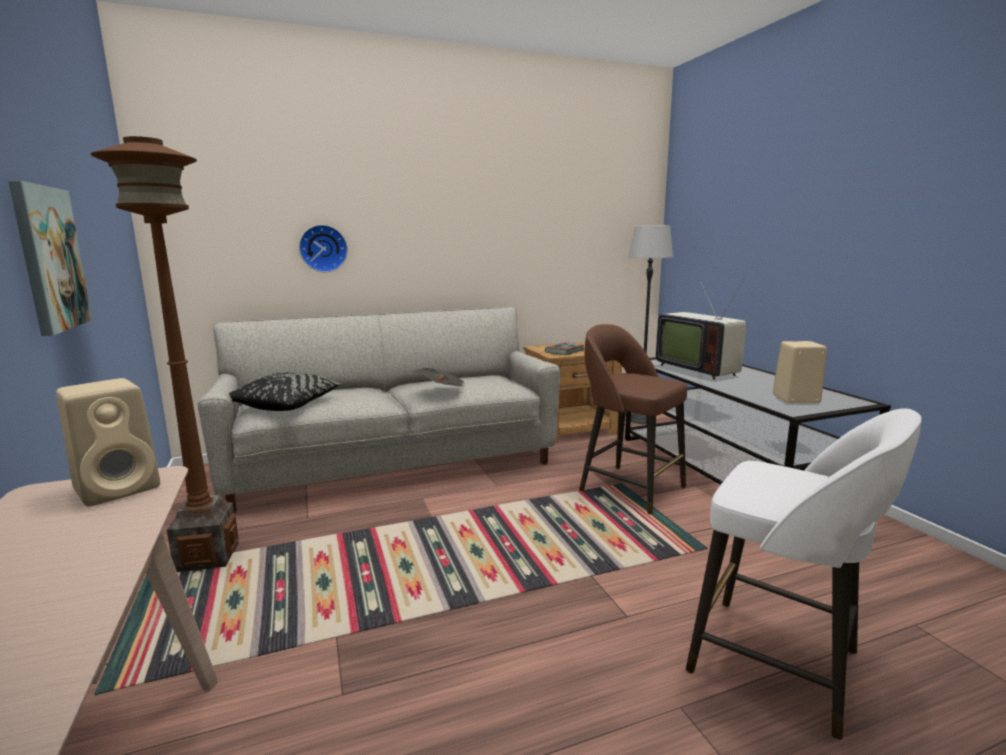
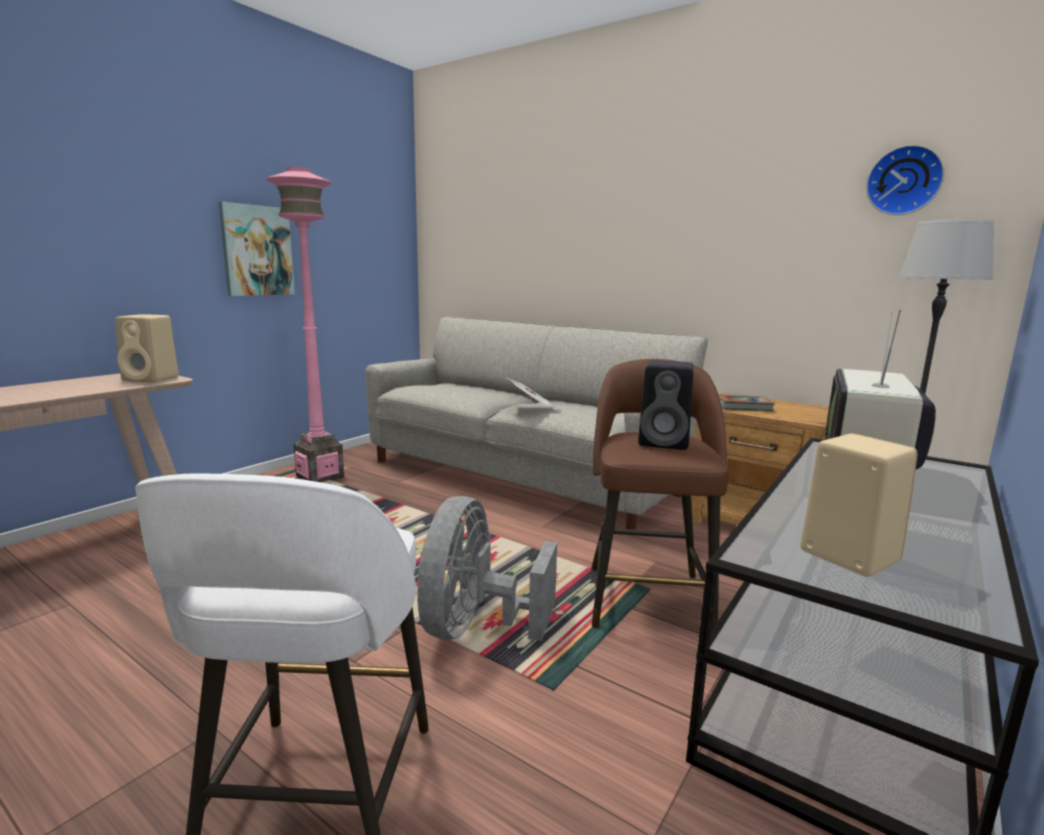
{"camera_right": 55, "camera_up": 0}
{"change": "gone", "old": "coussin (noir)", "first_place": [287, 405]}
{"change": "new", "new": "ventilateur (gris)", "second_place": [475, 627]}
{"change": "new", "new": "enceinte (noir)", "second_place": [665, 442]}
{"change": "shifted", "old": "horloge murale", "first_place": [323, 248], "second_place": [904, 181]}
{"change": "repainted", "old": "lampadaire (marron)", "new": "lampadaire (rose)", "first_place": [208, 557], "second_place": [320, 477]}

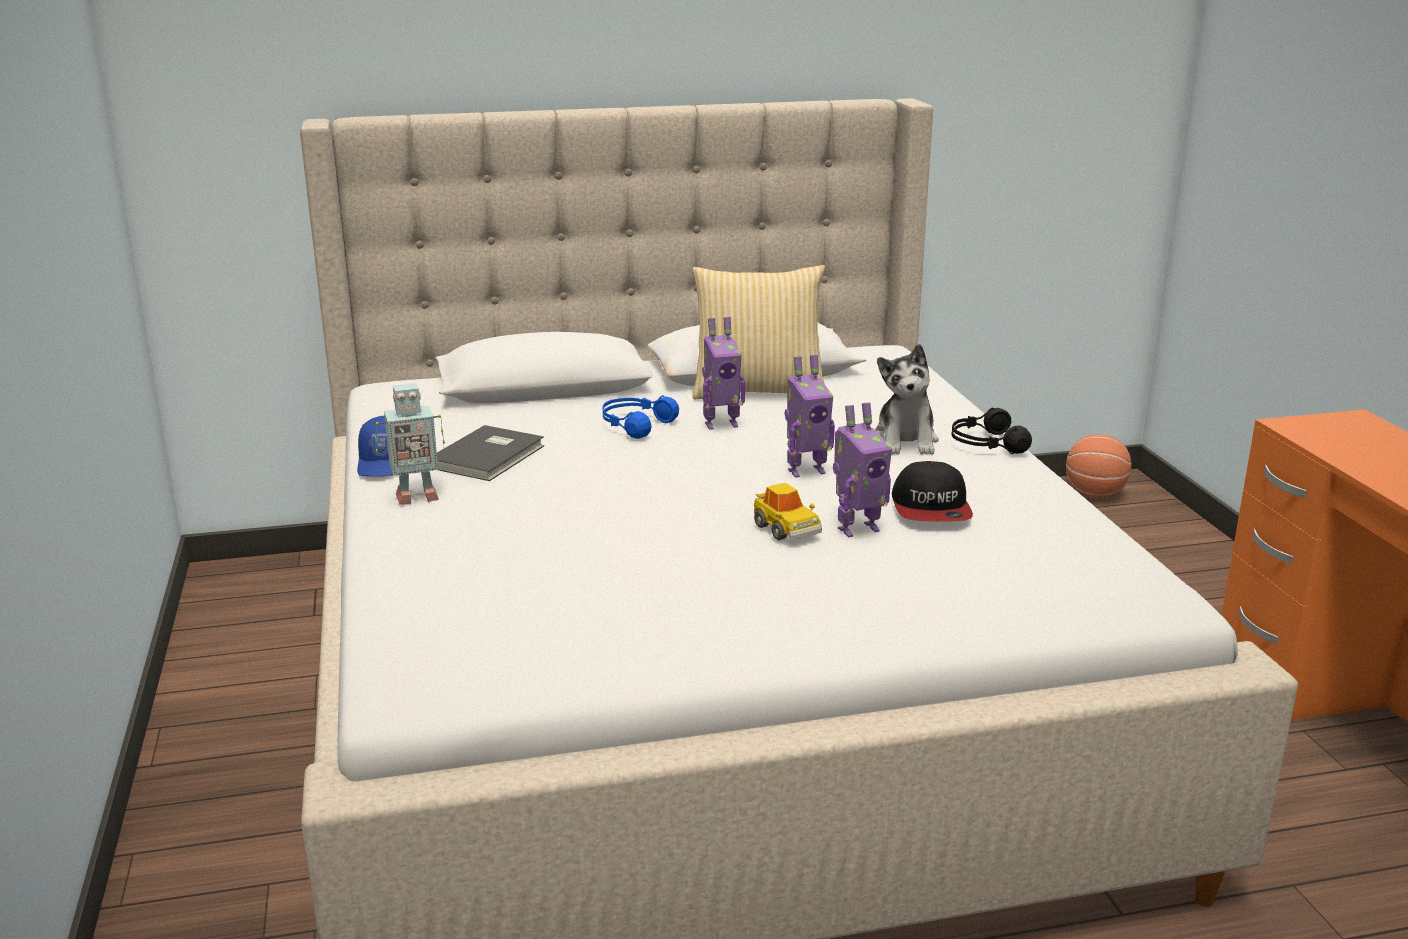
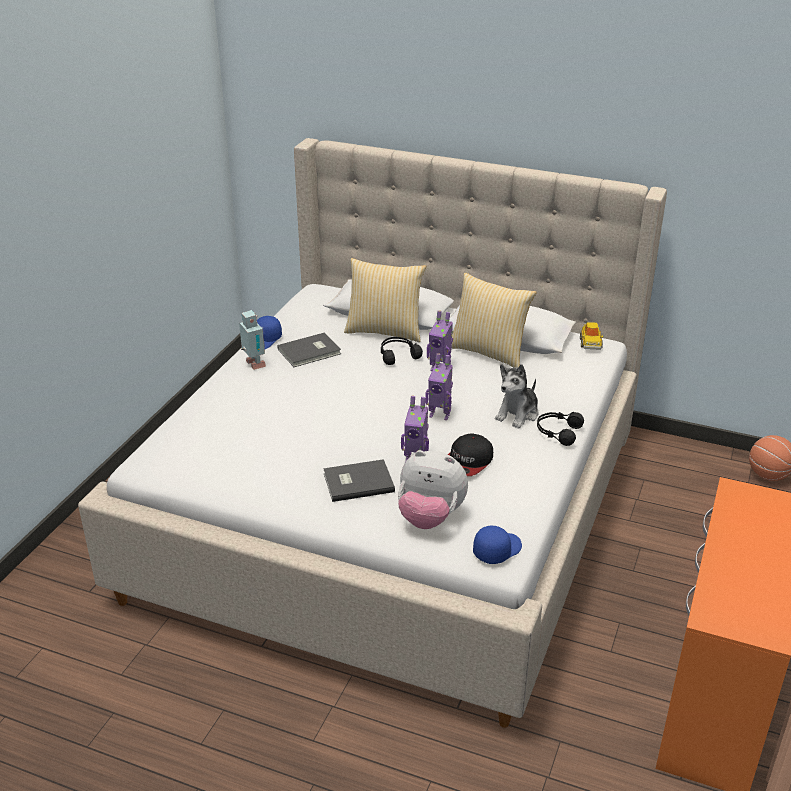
{"camera_right": 35, "camera_up": 10}
{"change": "new", "new": "livre (gris)", "second_place": [357, 482]}
{"change": "new", "new": "coussin", "second_place": [385, 331]}
{"change": "new", "new": "peluche", "second_place": [430, 517]}
{"change": "new", "new": "casquette (bleu)", "second_place": [496, 550]}
{"change": "shifted", "old": "petite voiture", "first_place": [786, 529], "second_place": [590, 343]}
{"change": "repainted", "old": "casque audio (bleu)", "new": "casque audio (noir)", "first_place": [635, 425], "second_place": [398, 355]}
{"change": "rotated", "old": "robot jouet", "first_place": [415, 496], "second_place": [254, 365], "degrees": -135}

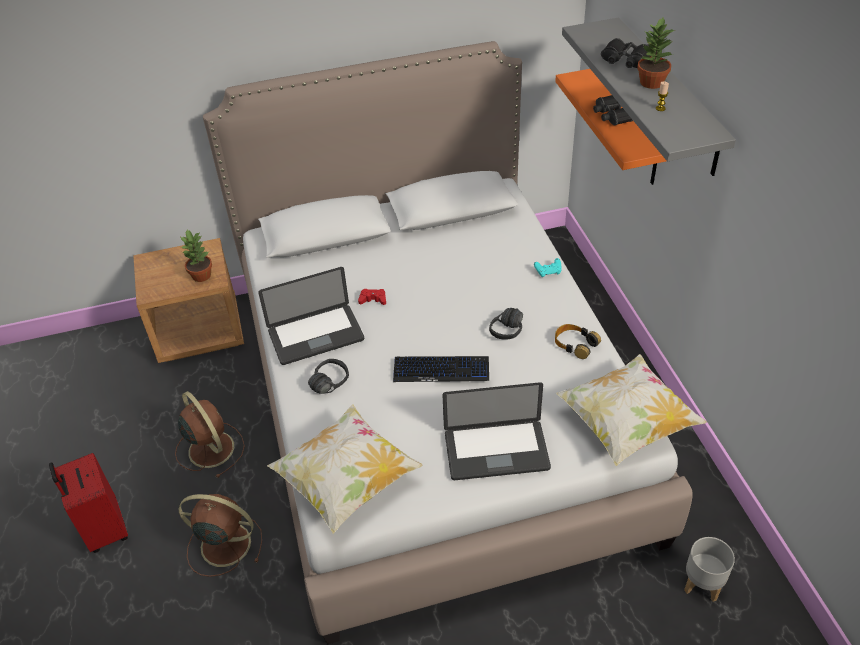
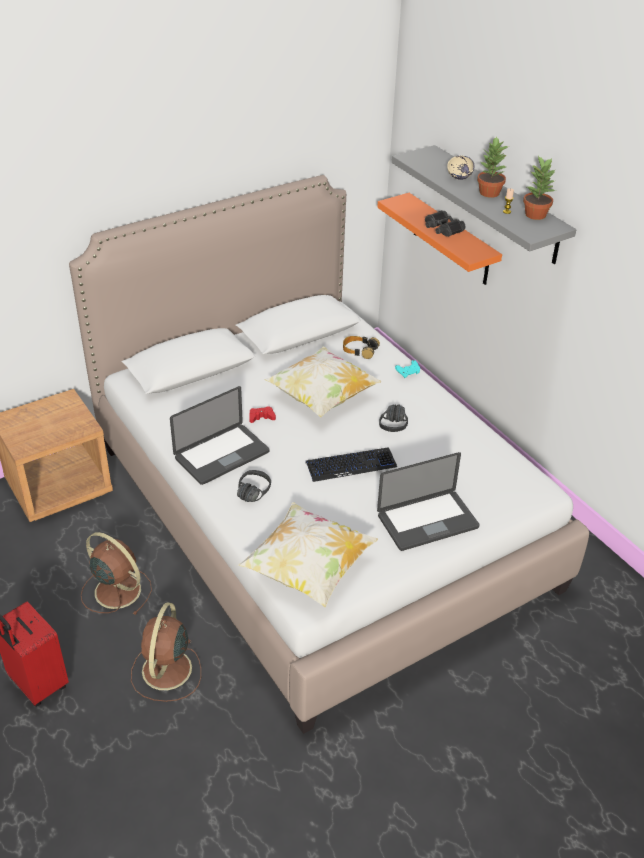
{"camera_right": -20, "camera_up": -5}
{"change": "gone", "old": "cache-pot (gris)", "first_place": [703, 584]}
{"change": "shifted", "old": "plante en pot", "first_place": [202, 275], "second_place": [535, 214]}
{"change": "shifted", "old": "casque audio", "first_place": [575, 344], "second_place": [359, 350]}
{"change": "shifted", "old": "coussin", "first_place": [626, 424], "second_place": [322, 397]}
{"change": "swapped", "old": "jumelles (noir)", "new": "bol (beige)", "first_place": [625, 60], "second_place": [459, 178]}
{"change": "rotated", "old": "ventilateur (marron)", "first_place": [223, 544], "second_place": [166, 671], "degrees": -75}

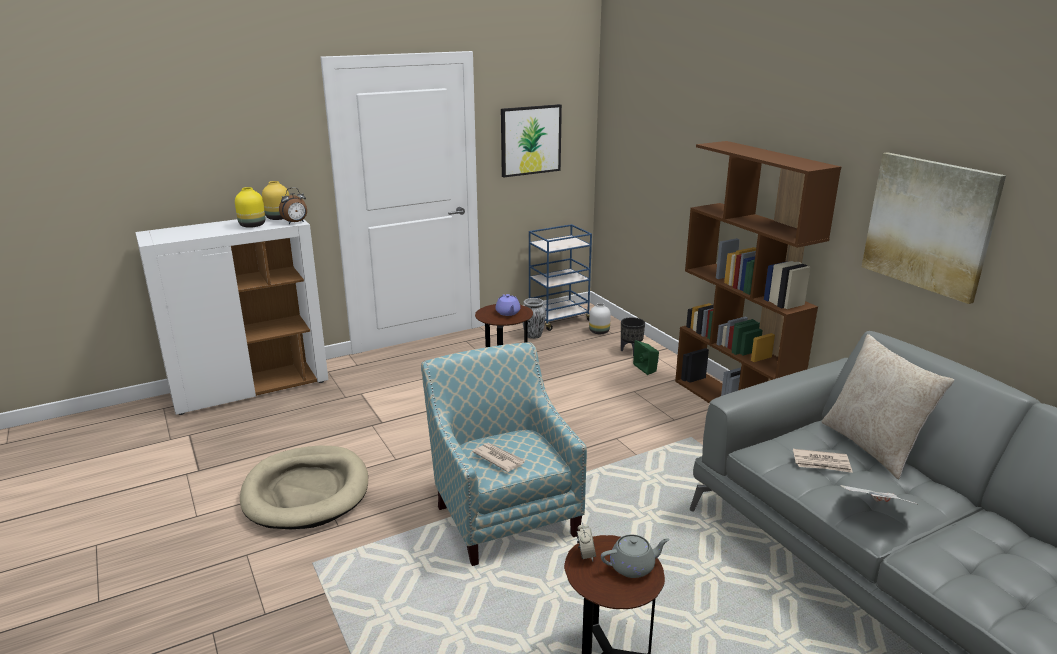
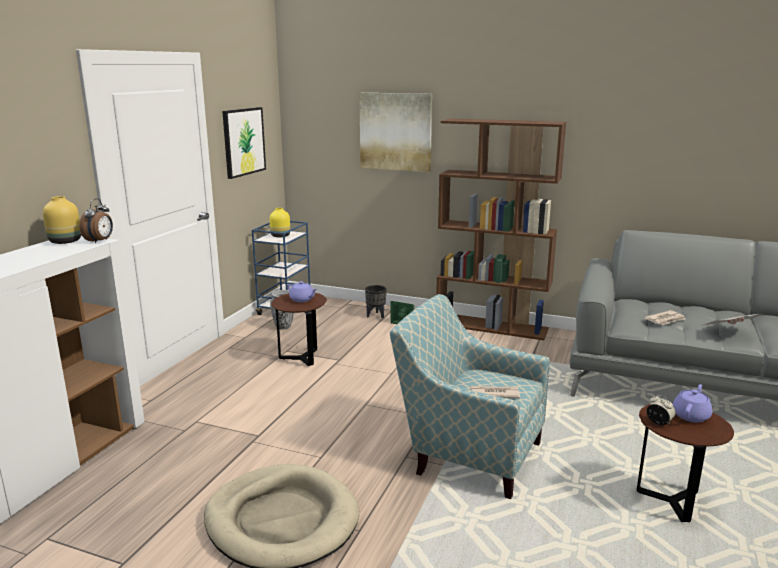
{"camera_right": -40, "camera_up": -5}
{"change": "gone", "old": "vase (blanc)", "first_place": [598, 332]}
{"change": "gone", "old": "coussin (beige)", "first_place": [872, 446]}
{"change": "shifted", "old": "vase (jaune)", "first_place": [251, 225], "second_place": [280, 236]}
{"change": "shifted", "old": "tableau", "first_place": [929, 225], "second_place": [395, 131]}
{"change": "repainted", "old": "théière (gris)", "new": "théière (violet)", "first_place": [633, 567], "second_place": [691, 415]}

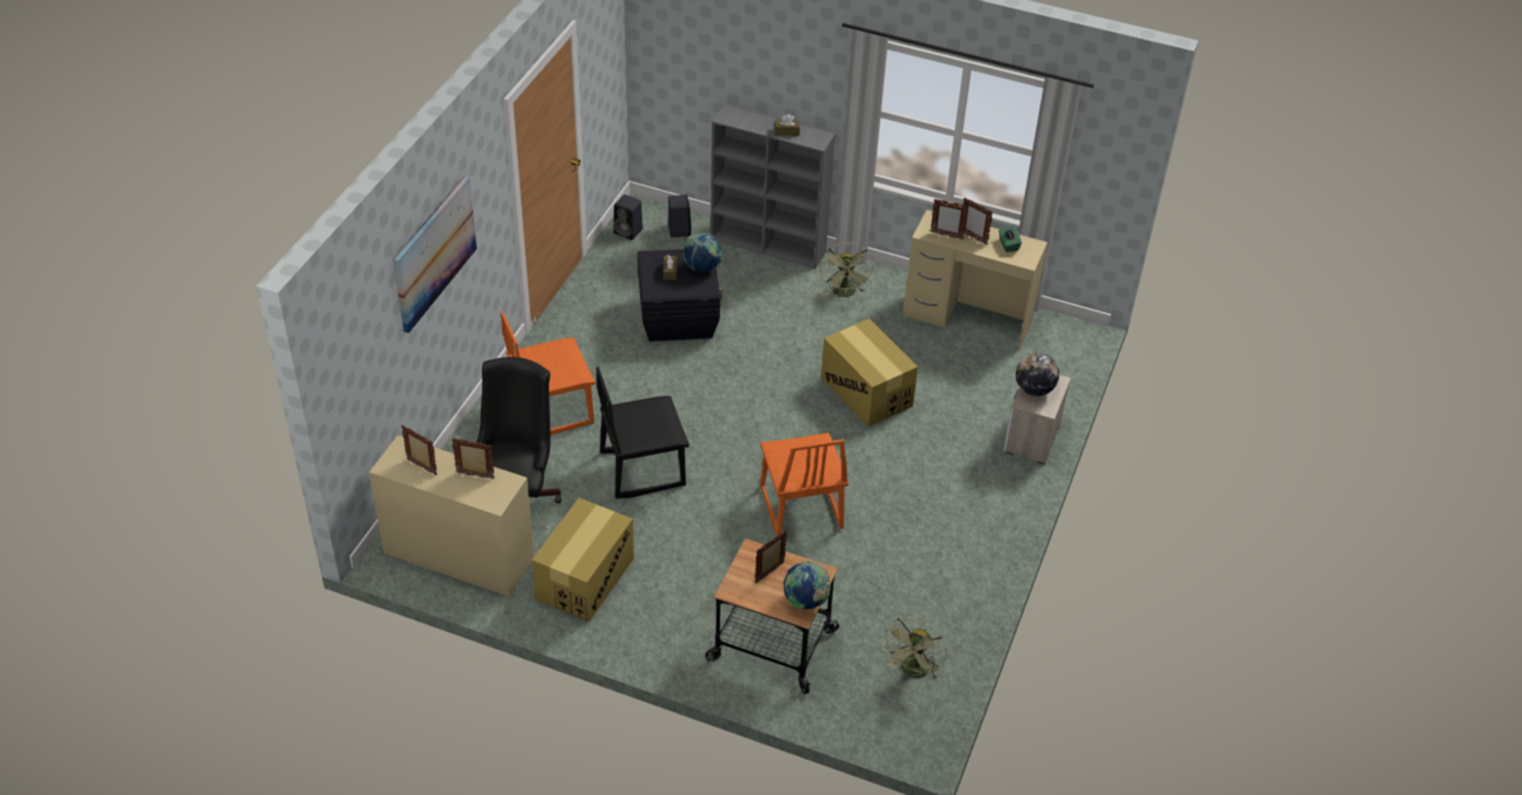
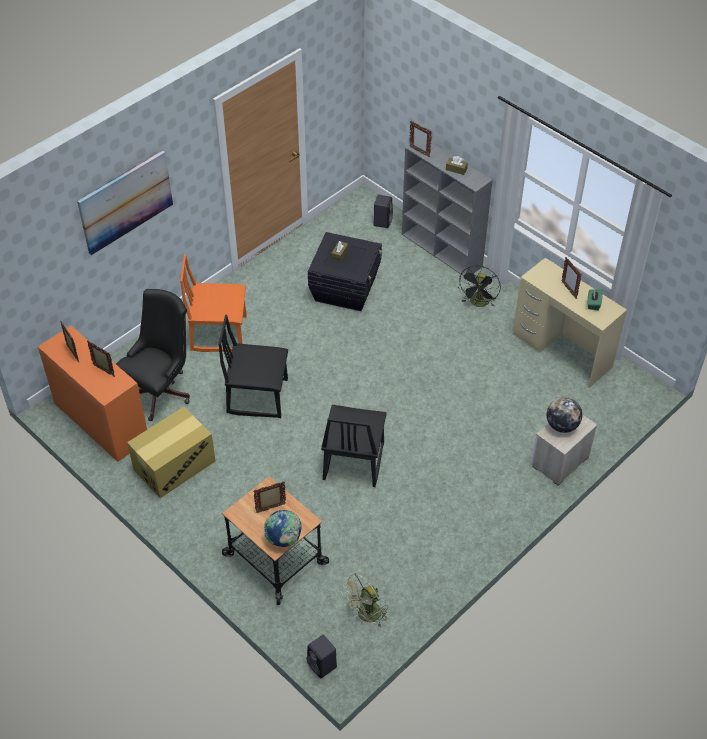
{"camera_right": 25, "camera_up": 5}
{"change": "gone", "old": "globe", "first_place": [702, 268]}
{"change": "gone", "old": "carton", "first_place": [866, 392]}
{"change": "shifted", "old": "enceinte (noir)", "first_place": [629, 232], "second_place": [323, 665]}
{"change": "shifted", "old": "cadre photo", "first_place": [946, 235], "second_place": [419, 152]}
{"change": "repainted", "old": "bureau (beige)", "new": "bureau (orange)", "first_place": [458, 556], "second_place": [100, 421]}
{"change": "repainted", "old": "chaise (orange)", "new": "chaise (noir)", "first_place": [800, 508], "second_place": [353, 461]}
{"change": "repainted", "old": "ventilateur (vert)", "new": "ventilateur (noir)", "first_place": [845, 293], "second_place": [478, 304]}

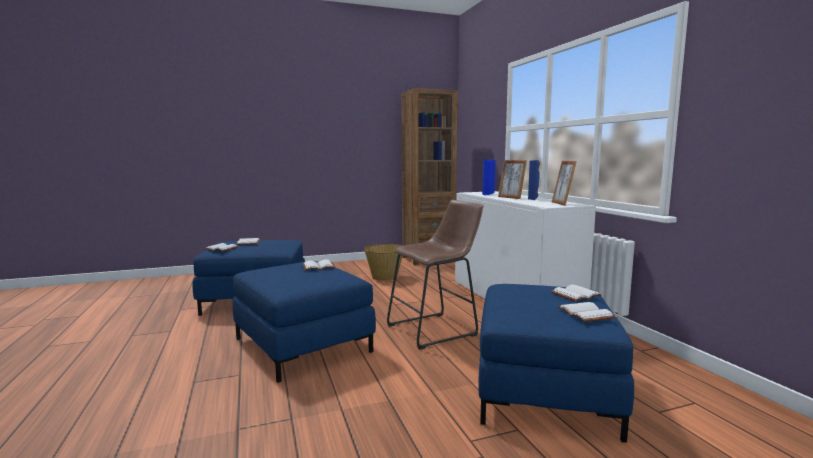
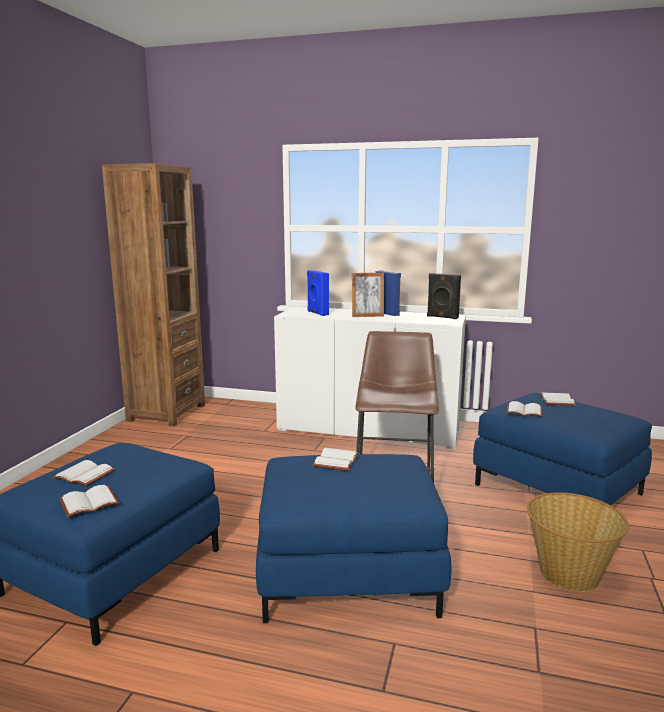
{"camera_right": -55, "camera_up": 5}
{"change": "shifted", "old": "panier", "first_place": [385, 277], "second_place": [569, 573]}
{"change": "shifted", "old": "livre (blanc)", "first_place": [587, 314], "second_place": [525, 411]}
{"change": "swapped", "old": "cadre photo", "new": "enceinte (noir)", "first_place": [562, 204], "second_place": [442, 317]}

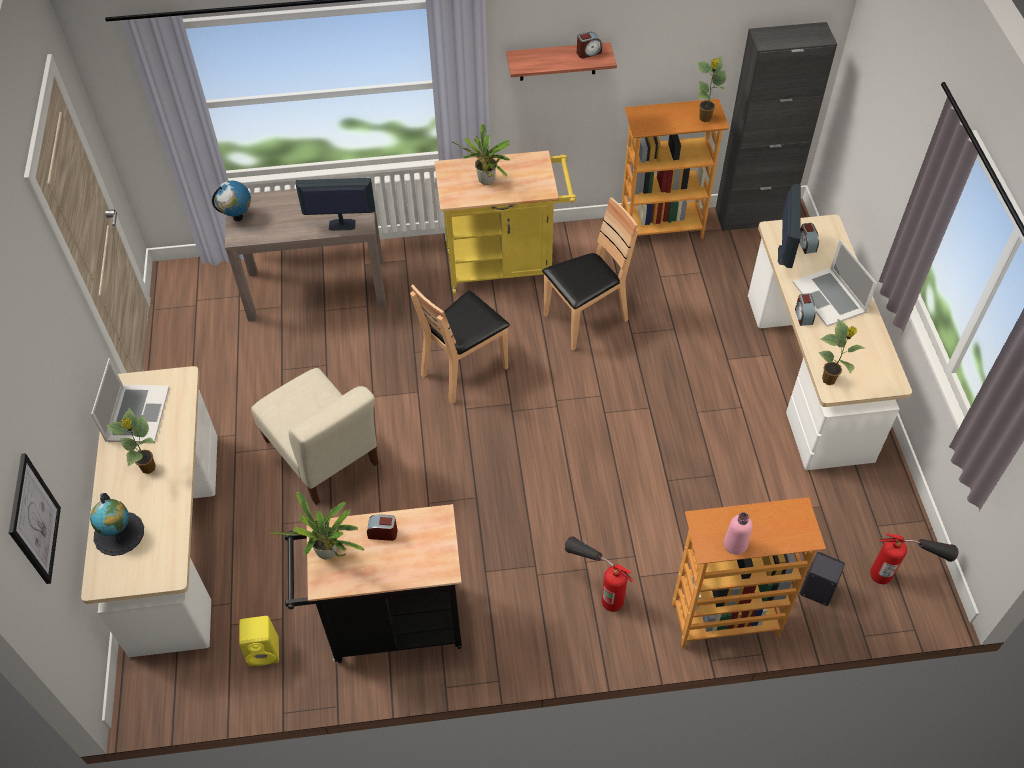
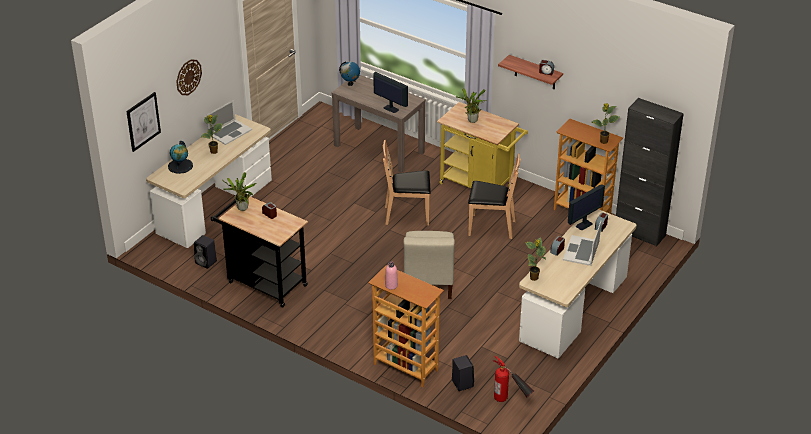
{"camera_right": 40, "camera_up": -15}
{"change": "gone", "old": "extincteur", "first_place": [596, 588]}
{"change": "new", "new": "horloge murale", "second_place": [188, 77]}
{"change": "shifted", "old": "chaise (beige)", "first_place": [323, 456], "second_place": [428, 281]}
{"change": "repainted", "old": "enceinte (jaune)", "new": "enceinte (noir)", "first_place": [265, 651], "second_place": [206, 262]}

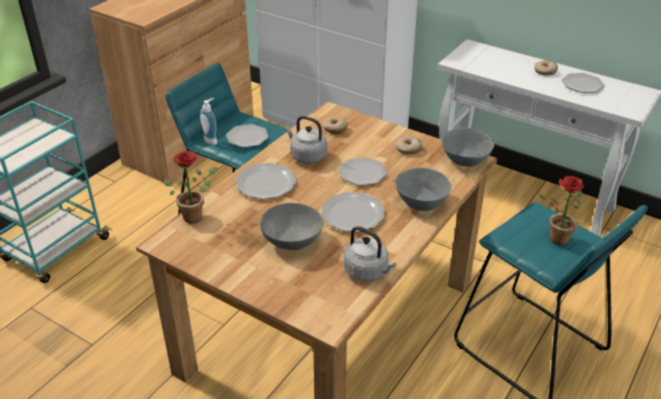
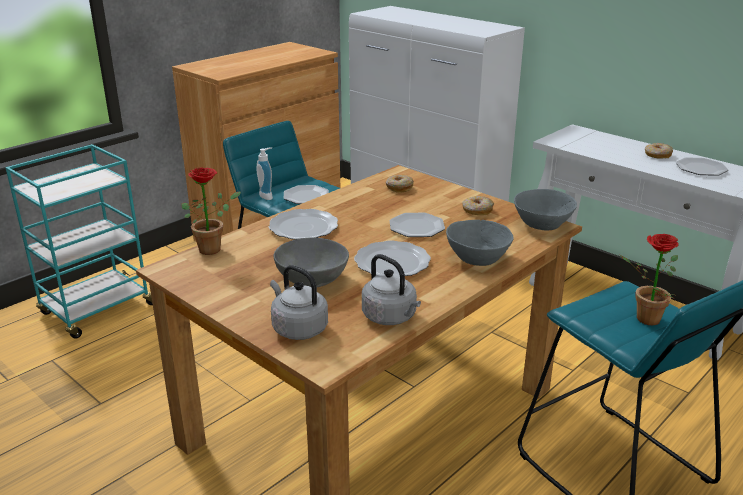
{"camera_right": 10, "camera_up": -10}
{"change": "shifted", "old": "bouilloire (gris)", "first_place": [306, 156], "second_place": [298, 328]}

